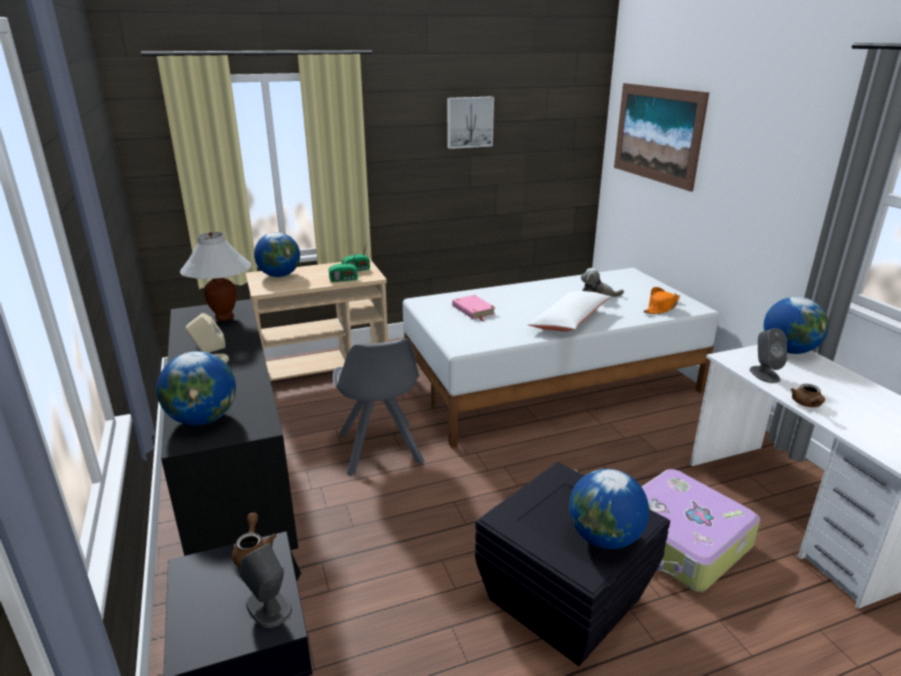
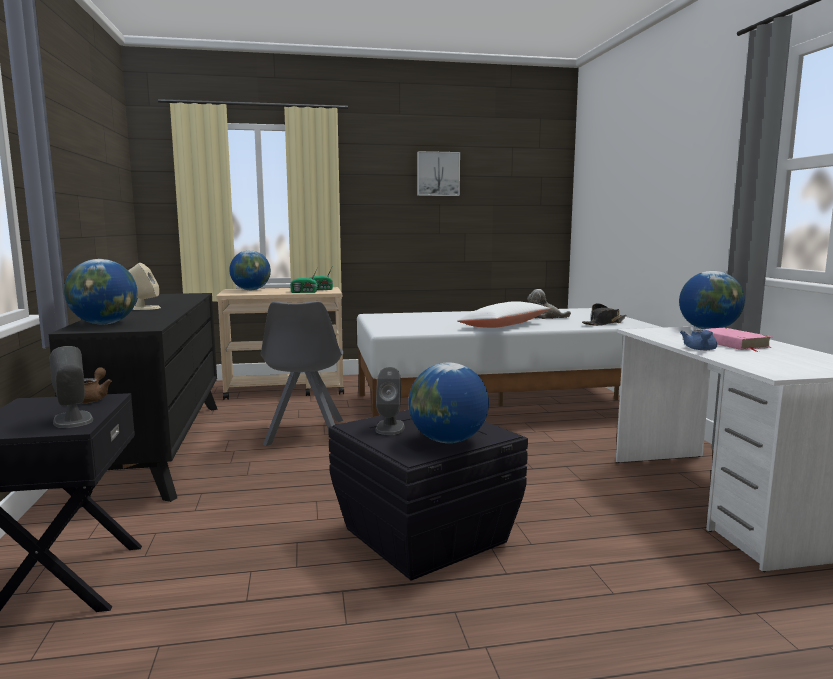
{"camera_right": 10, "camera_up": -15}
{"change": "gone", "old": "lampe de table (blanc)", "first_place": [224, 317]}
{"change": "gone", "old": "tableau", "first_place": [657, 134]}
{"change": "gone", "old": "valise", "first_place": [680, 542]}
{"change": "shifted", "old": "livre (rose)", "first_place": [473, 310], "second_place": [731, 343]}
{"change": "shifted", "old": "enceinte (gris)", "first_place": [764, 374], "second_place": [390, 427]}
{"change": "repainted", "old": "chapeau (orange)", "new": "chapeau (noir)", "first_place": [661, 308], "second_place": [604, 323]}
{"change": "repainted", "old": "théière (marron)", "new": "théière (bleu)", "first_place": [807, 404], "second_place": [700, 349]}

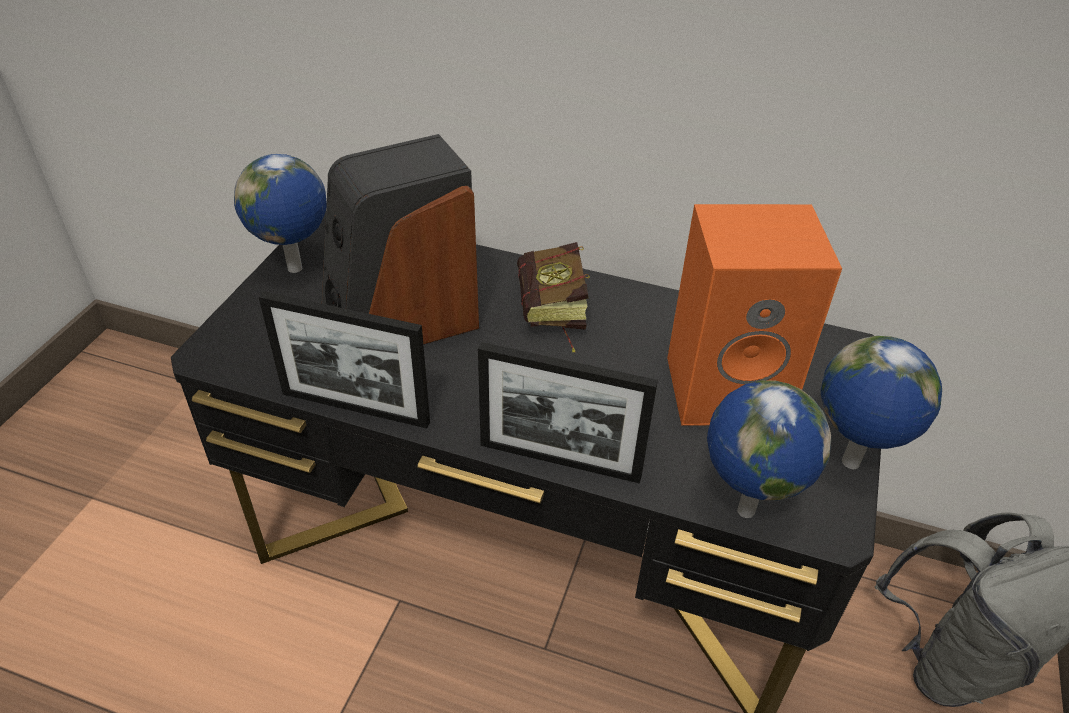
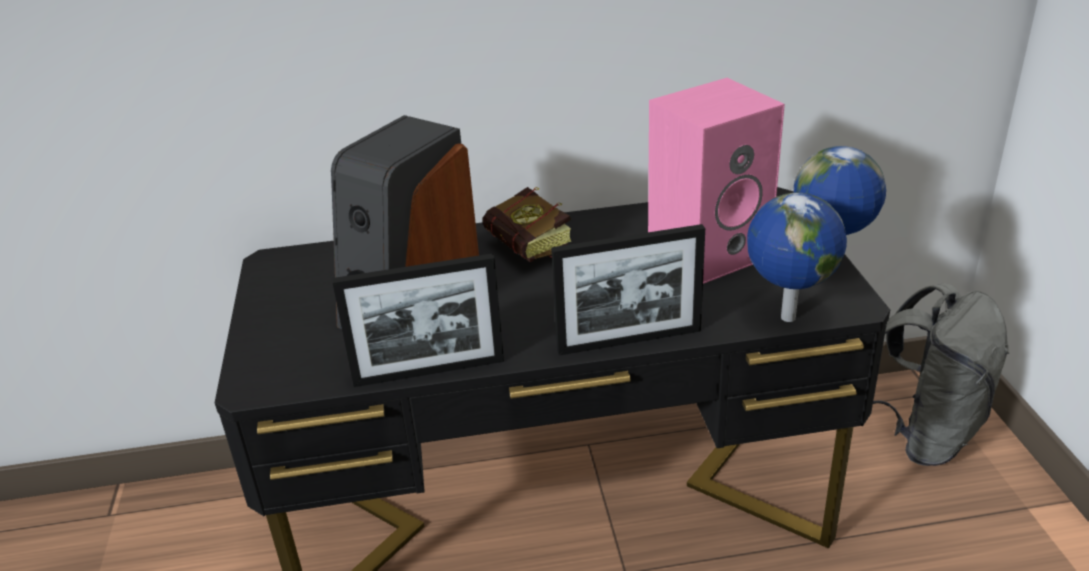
{"camera_right": -25, "camera_up": -10}
{"change": "gone", "old": "globe", "first_place": [296, 269]}
{"change": "repainted", "old": "enceinte (orange)", "new": "enceinte (rose)", "first_place": [729, 388], "second_place": [709, 251]}

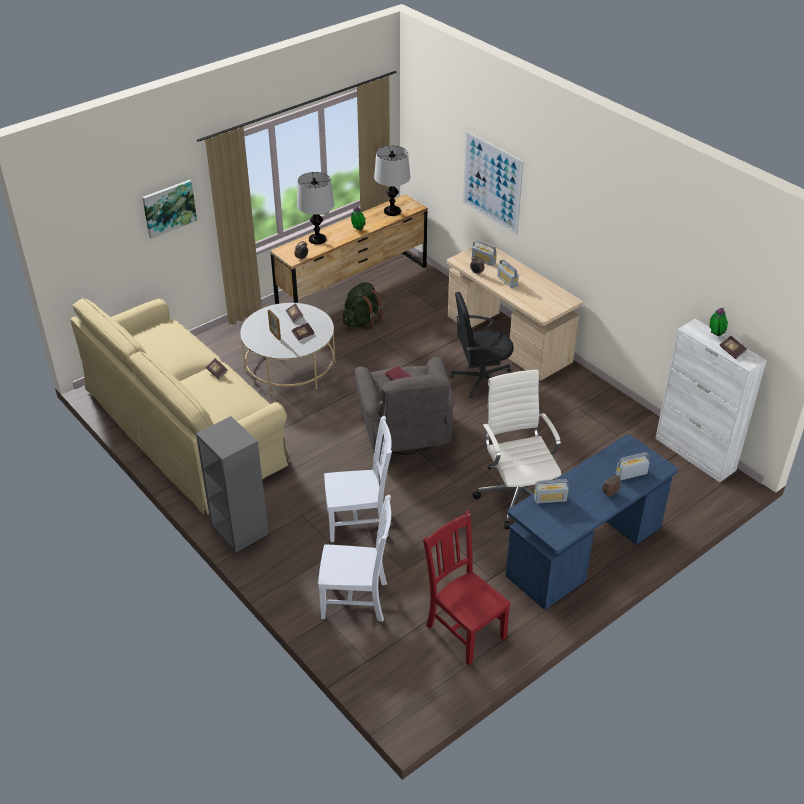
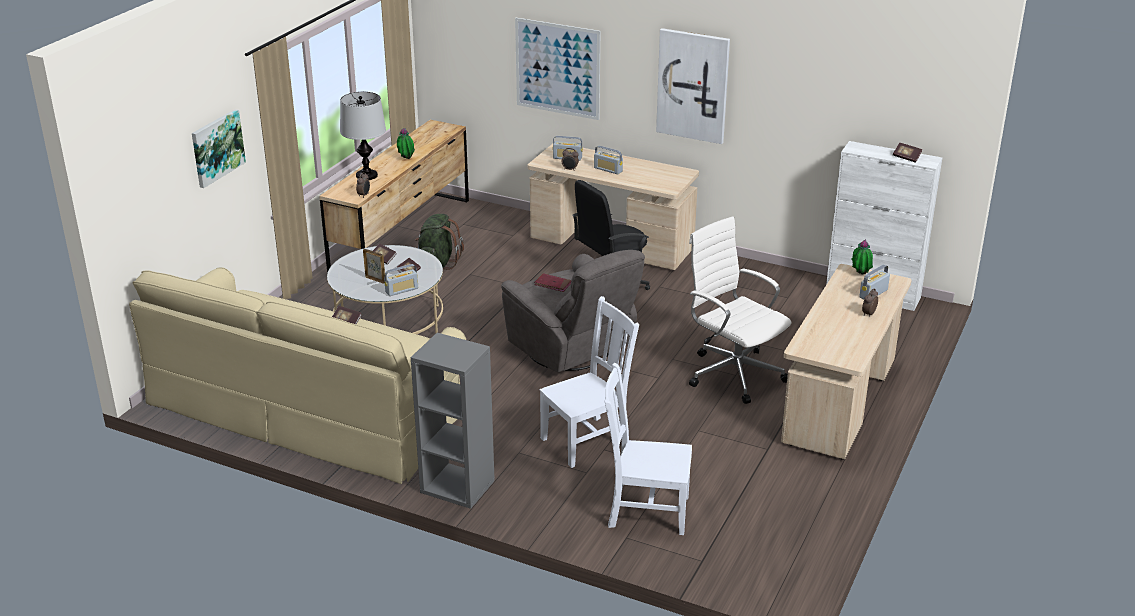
{"camera_right": -25, "camera_up": -10}
{"change": "gone", "old": "lampe de table", "first_place": [392, 211]}
{"change": "gone", "old": "chaise (rouge)", "first_place": [464, 629]}
{"change": "new", "new": "tableau", "second_place": [693, 85]}
{"change": "shifted", "old": "radio", "first_place": [550, 499], "second_place": [402, 290]}
{"change": "shifted", "old": "plante en pot", "first_place": [715, 335], "second_place": [860, 274]}
{"change": "repainted", "old": "bureau (bleu)", "new": "bureau (beige)", "first_place": [584, 553], "second_place": [840, 402]}
{"change": "rotated", "old": "chaise (blanc)", "first_place": [357, 600], "second_place": [645, 511], "degrees": -150}

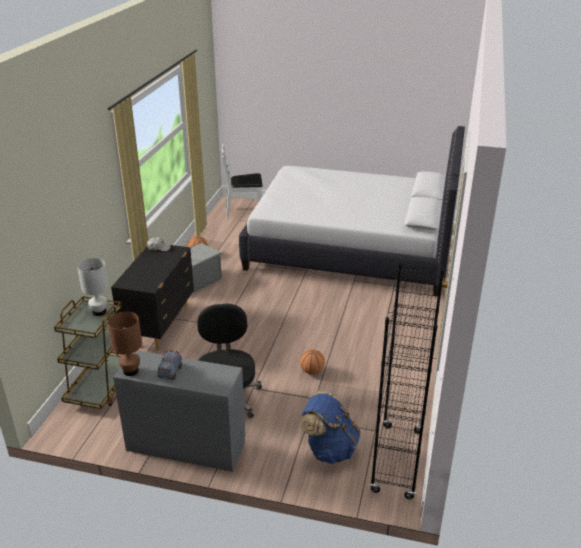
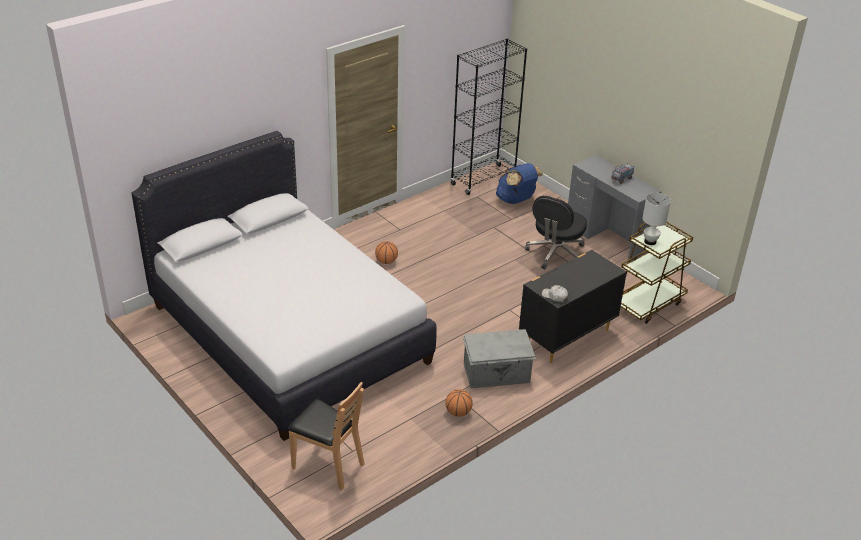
{"camera_right": -145, "camera_up": 5}
{"change": "gone", "old": "lampe de table (marron)", "first_place": [131, 371]}
{"change": "shifted", "old": "ballon de basket", "first_place": [312, 371], "second_place": [386, 261]}
{"change": "repainted", "old": "chaise (blanc)", "new": "chaise (marron)", "first_place": [244, 212], "second_place": [328, 465]}

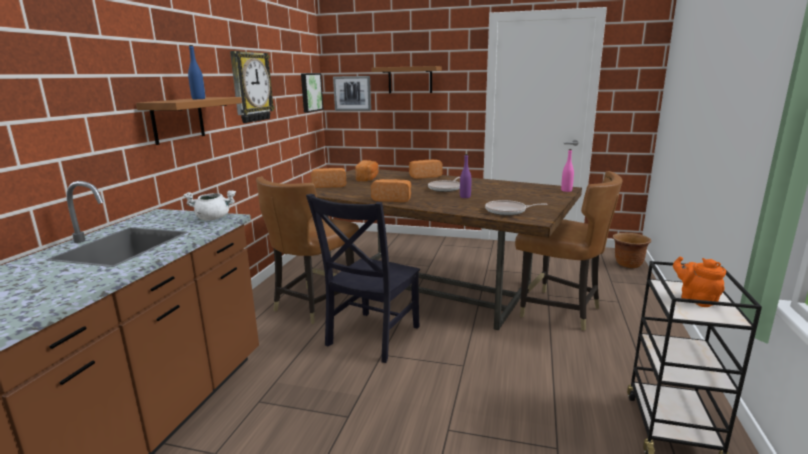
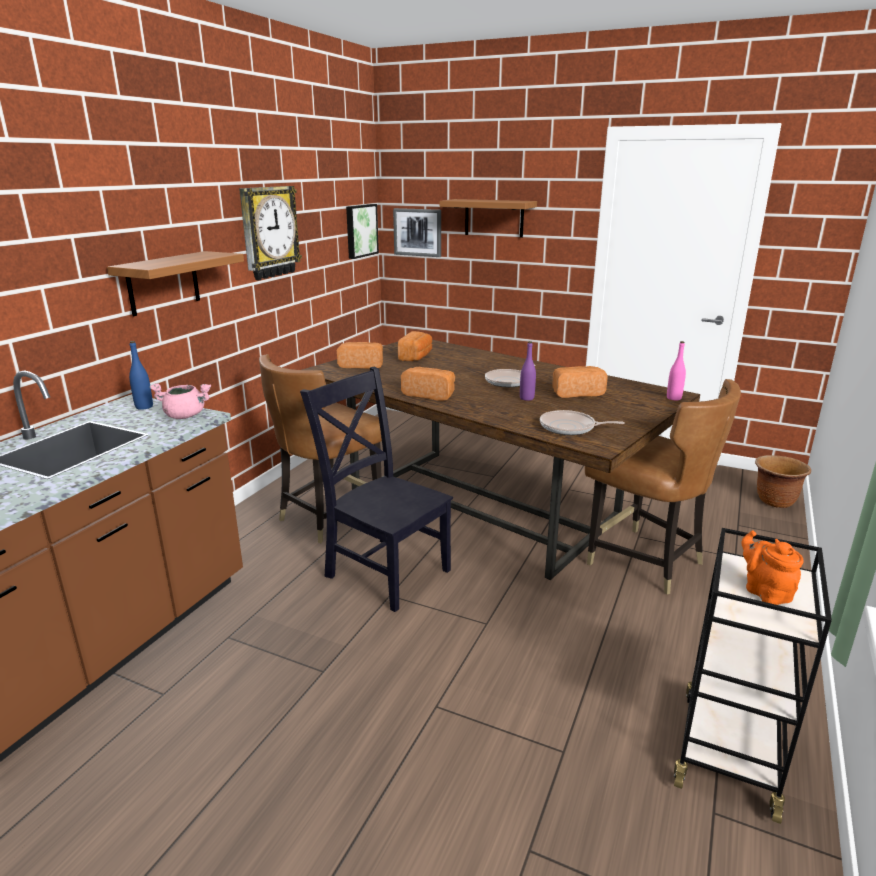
{"camera_right": 10, "camera_up": 5}
{"change": "shifted", "old": "bouteille (bleu)", "first_place": [198, 99], "second_place": [144, 407]}
{"change": "shifted", "old": "pain", "first_place": [424, 176], "second_place": [576, 393]}
{"change": "repainted", "old": "marmite (blanc)", "new": "marmite (rose)", "first_place": [213, 218], "second_place": [186, 416]}
{"change": "rotated", "old": "chaise (noir)", "first_place": [371, 337], "second_place": [384, 570], "degrees": 90}

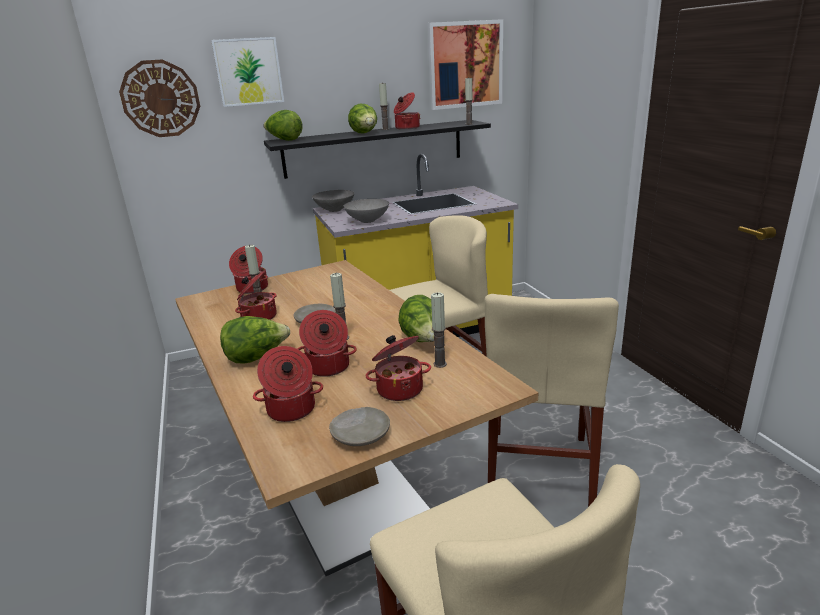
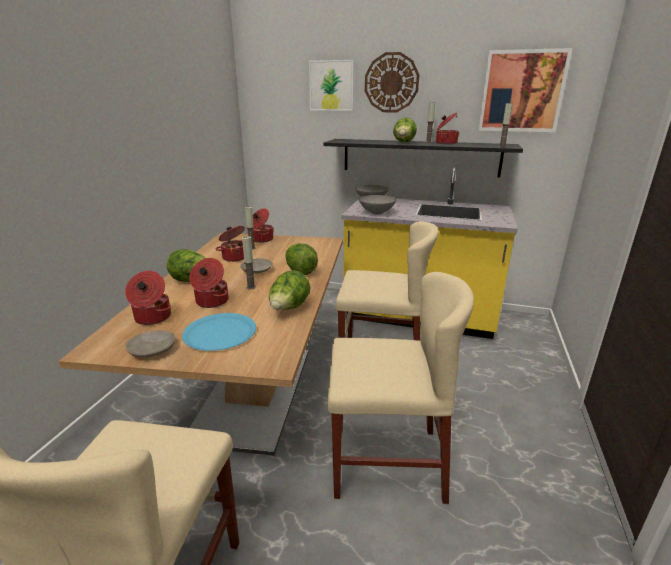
{"camera_right": 35, "camera_up": 0}
{"change": "gone", "old": "bougie", "first_place": [440, 364]}
{"change": "shifted", "old": "horloge murale", "first_place": [160, 99], "second_place": [391, 83]}
{"change": "shifted", "old": "laitue", "first_place": [284, 140], "second_place": [300, 271]}
{"change": "swapped", "old": "marmite", "new": "assiette (bleu)", "first_place": [399, 389], "second_place": [220, 333]}
{"change": "rotated", "old": "chaise (beige)", "first_place": [539, 468], "second_place": [387, 462], "degrees": -135}

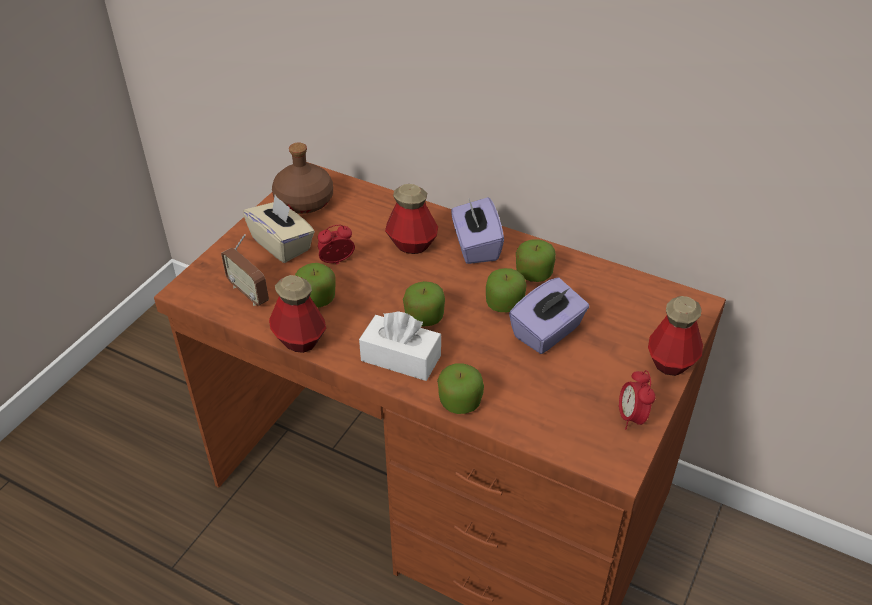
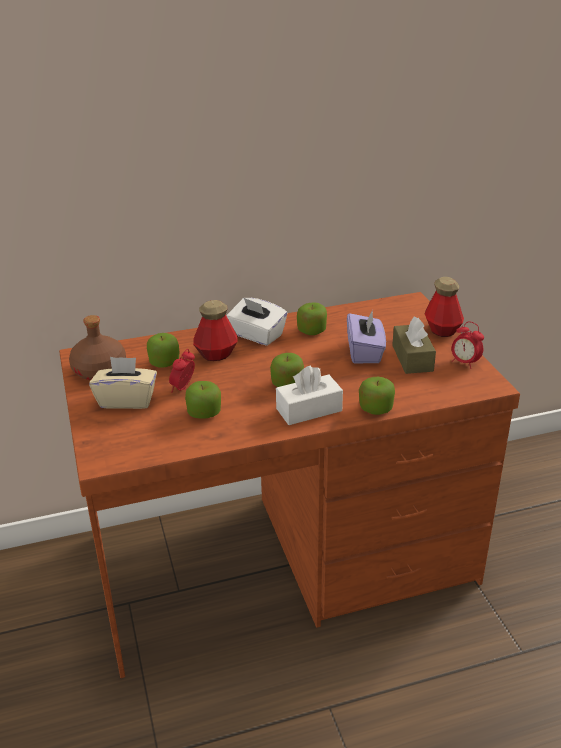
{"camera_right": -45, "camera_up": -10}
{"change": "gone", "old": "radio", "first_place": [248, 293]}
{"change": "gone", "old": "bouteille", "first_place": [299, 340]}
{"change": "new", "new": "boîte à mouchoirs (marron)", "second_place": [412, 358]}
{"change": "shifted", "old": "pomme", "first_place": [504, 304], "second_place": [164, 362]}
{"change": "repainted", "old": "boîte à mouchoirs (violet)", "new": "boîte à mouchoirs (blanc)", "first_place": [475, 246], "second_place": [256, 335]}

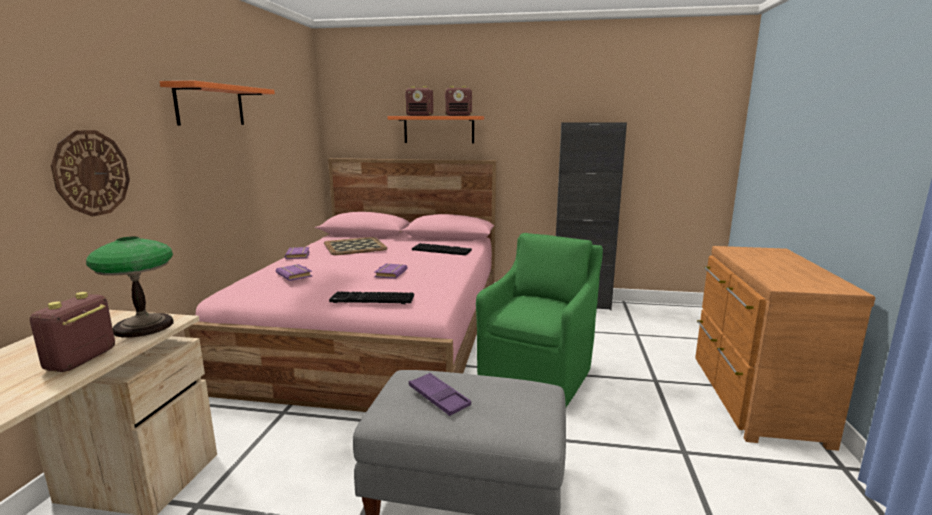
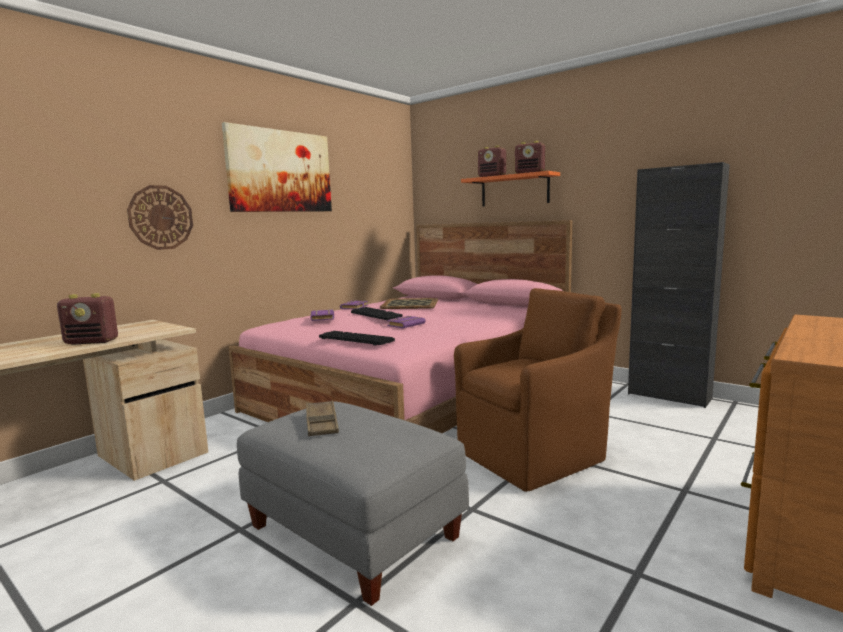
{"camera_right": 30, "camera_up": -5}
{"change": "gone", "old": "lampe de table", "first_place": [143, 326]}
{"change": "shifted", "old": "clavier", "first_place": [442, 250], "second_place": [377, 315]}
{"change": "swapped", "old": "étagère (orange)", "new": "tableau", "first_place": [210, 105], "second_place": [280, 171]}
{"change": "repainted", "old": "plateau (violet)", "new": "plateau (marron)", "first_place": [439, 398], "second_place": [321, 423]}
{"change": "repainted", "old": "fauteuil (vert)", "new": "fauteuil (marron)", "first_place": [538, 376], "second_place": [534, 455]}
{"change": "rotated", "old": "radio", "first_place": [81, 360], "second_place": [92, 342], "degrees": -135}

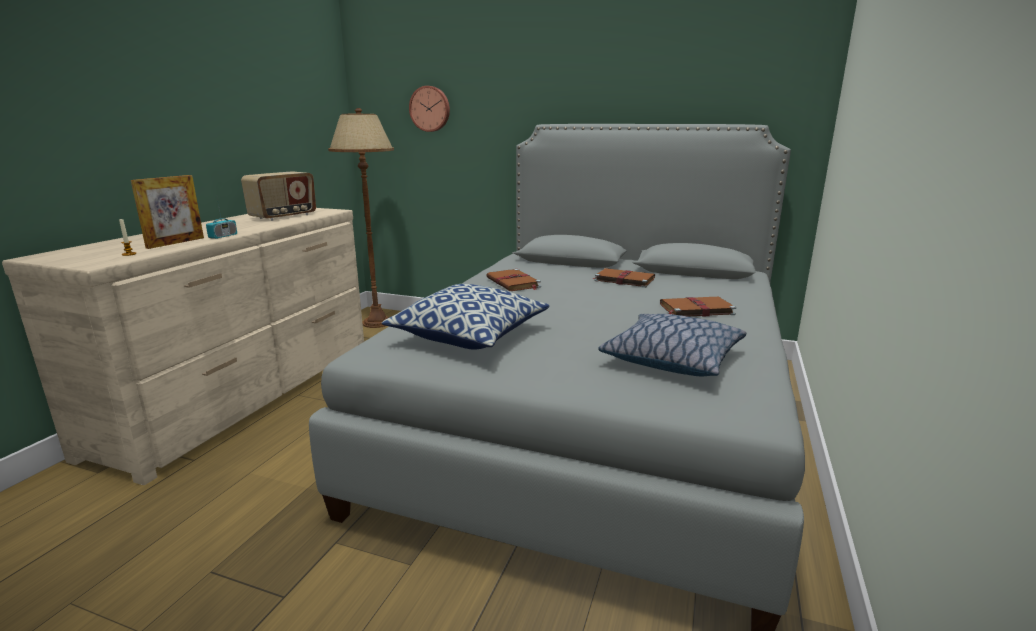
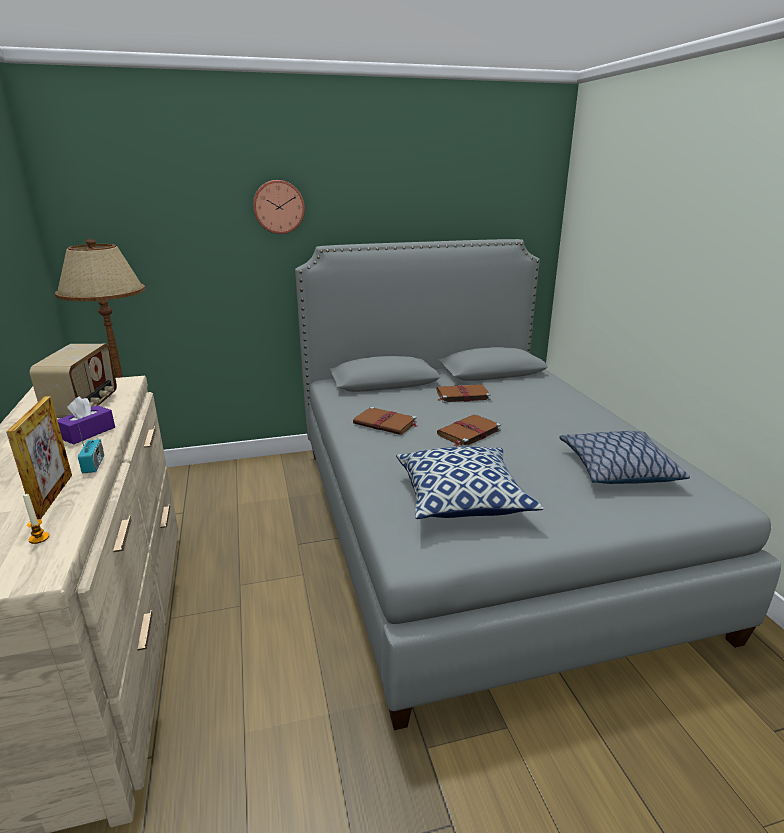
{"camera_right": -35, "camera_up": 5}
{"change": "new", "new": "boîte à mouchoirs (violet)", "second_place": [87, 433]}
{"change": "shifted", "old": "horloge murale", "first_place": [430, 109], "second_place": [278, 207]}
{"change": "shifted", "old": "livre (marron)", "first_place": [695, 309], "second_place": [468, 433]}

